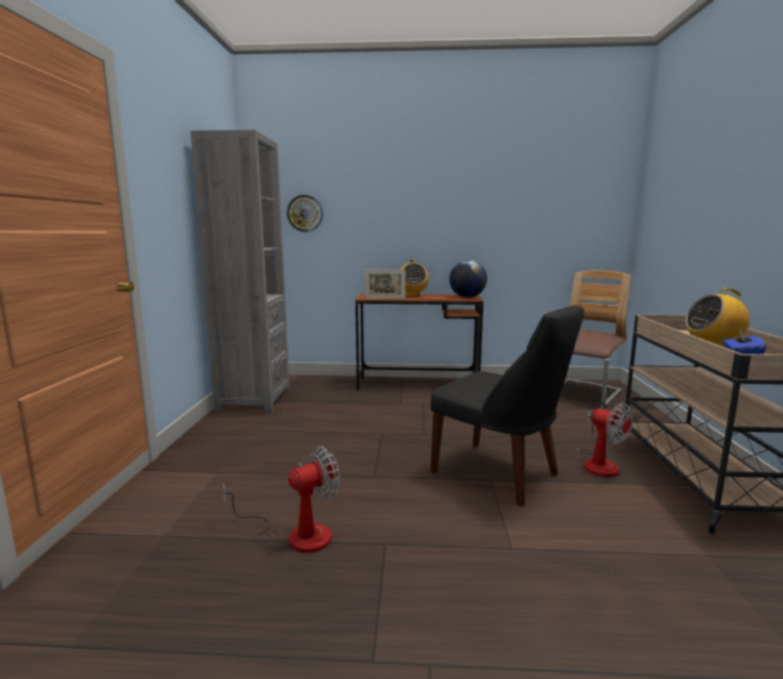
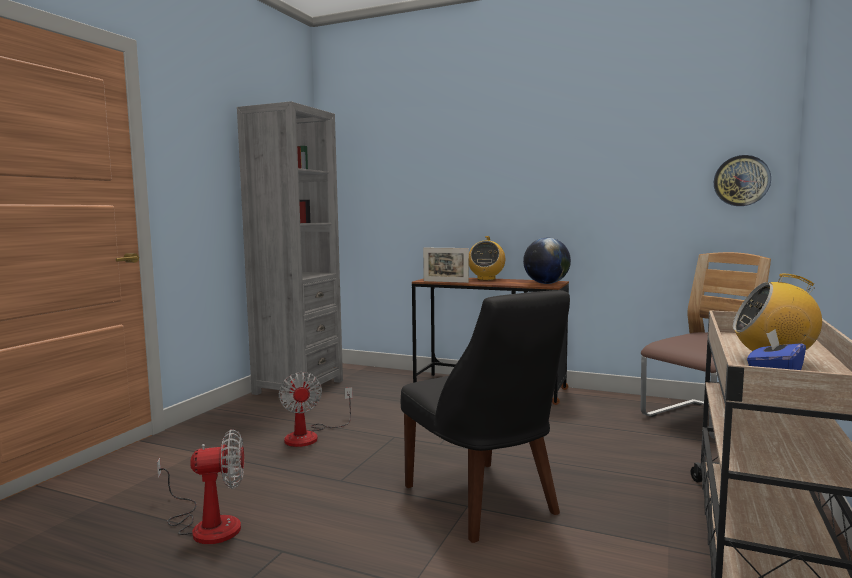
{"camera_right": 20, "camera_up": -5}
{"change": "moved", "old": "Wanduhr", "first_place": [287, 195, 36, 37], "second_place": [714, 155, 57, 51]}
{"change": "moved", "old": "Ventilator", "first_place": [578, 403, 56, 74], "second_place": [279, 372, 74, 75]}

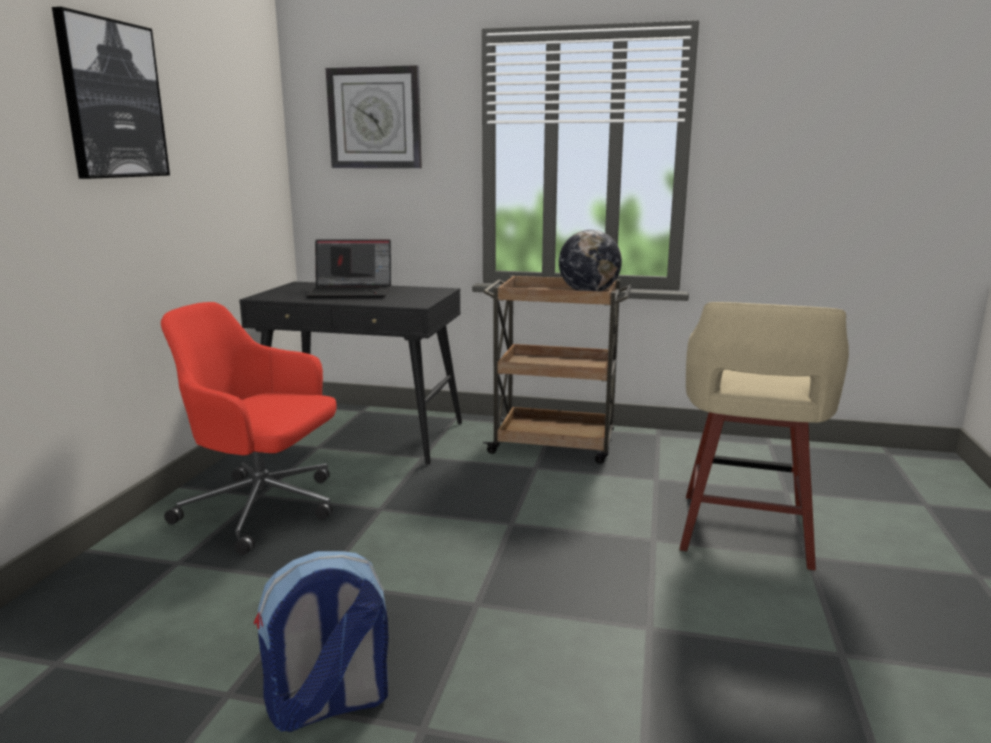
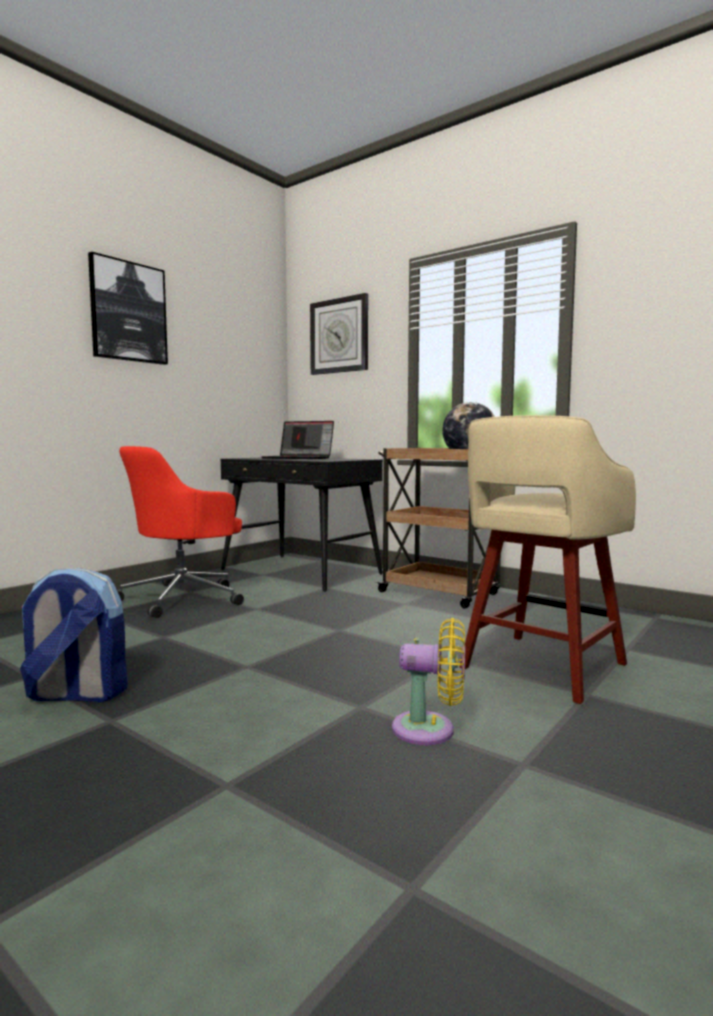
{"camera_right": 25, "camera_up": -10}
{"change": "turned", "old": "Bürostuhl (rot)", "first_place": [161, 302, 176, 253], "second_place": [117, 446, 127, 172], "degrees": -90}
{"change": "added", "new": "Ventilator (gelb)", "second_place": [392, 618, 73, 127]}

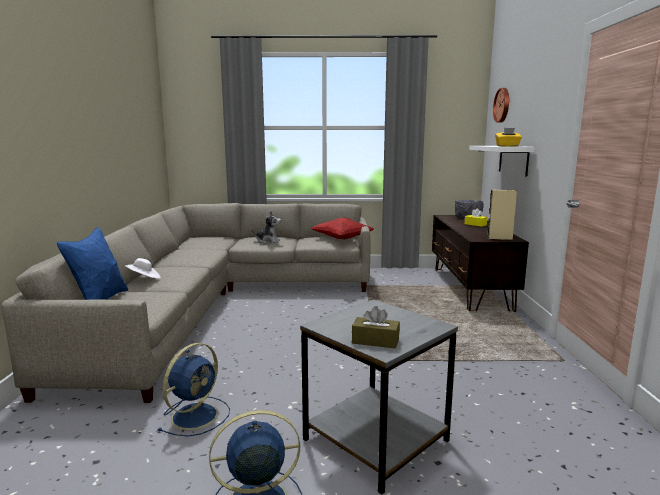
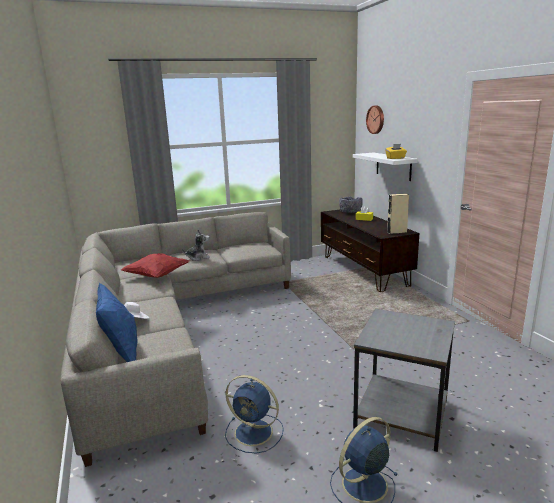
{"camera_right": -20, "camera_up": 5}
{"change": "moved", "old": "Kissen (rot)", "first_place": [311, 218, 63, 21], "second_place": [121, 253, 68, 25]}
{"change": "removed", "old": "Taschentuchbox (braun)", "first_place": [352, 306, 48, 43]}
{"change": "turned", "old": "Ventilator (blau)", "first_place": [157, 343, 73, 93], "second_place": [225, 375, 59, 79], "degrees": 105}

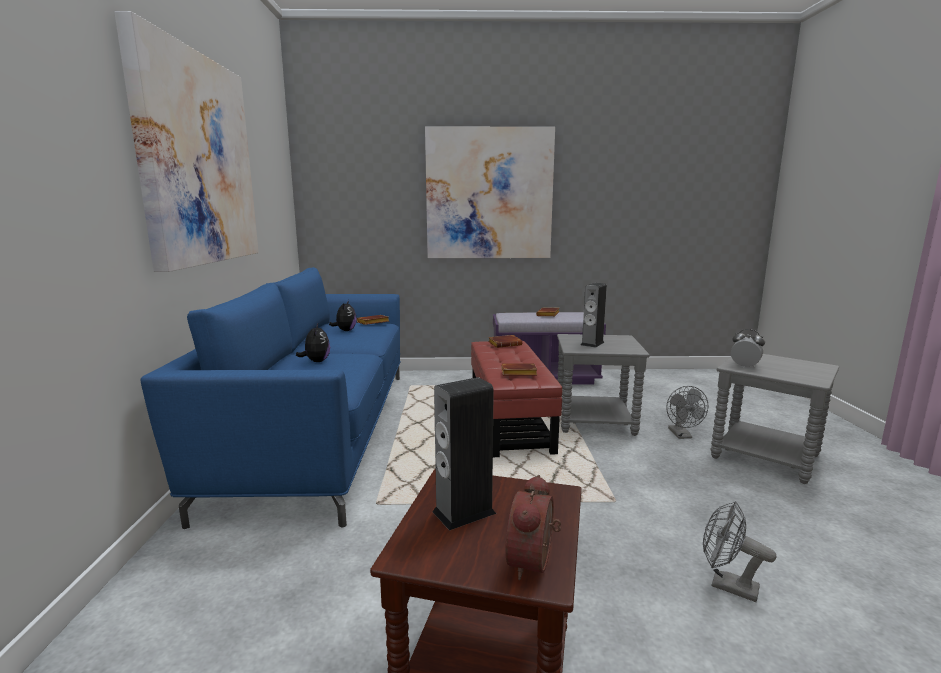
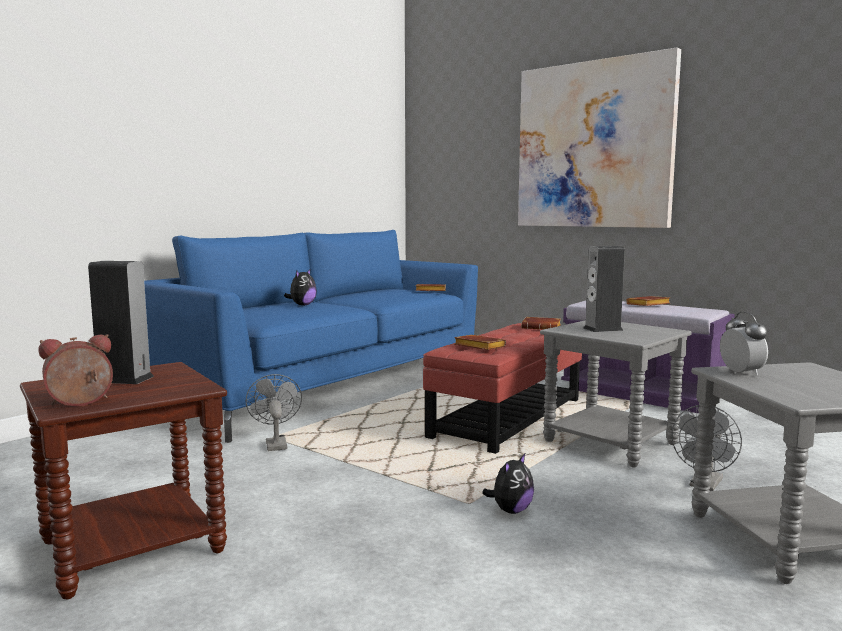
{"camera_right": 40, "camera_up": -5}
{"change": "removed", "old": "Bild", "first_place": [114, 11, 145, 261]}
{"change": "moved", "old": "Plüschtier", "first_place": [329, 300, 28, 31], "second_place": [482, 454, 52, 60]}
{"change": "moved", "old": "Ventilator (grau)", "first_place": [703, 501, 74, 101], "second_place": [246, 374, 56, 77]}

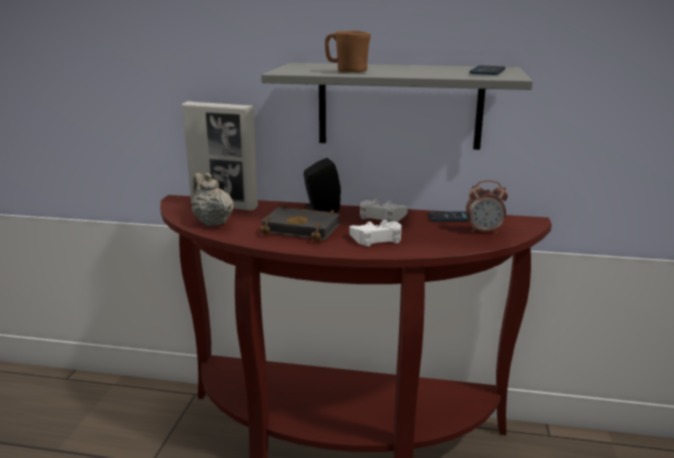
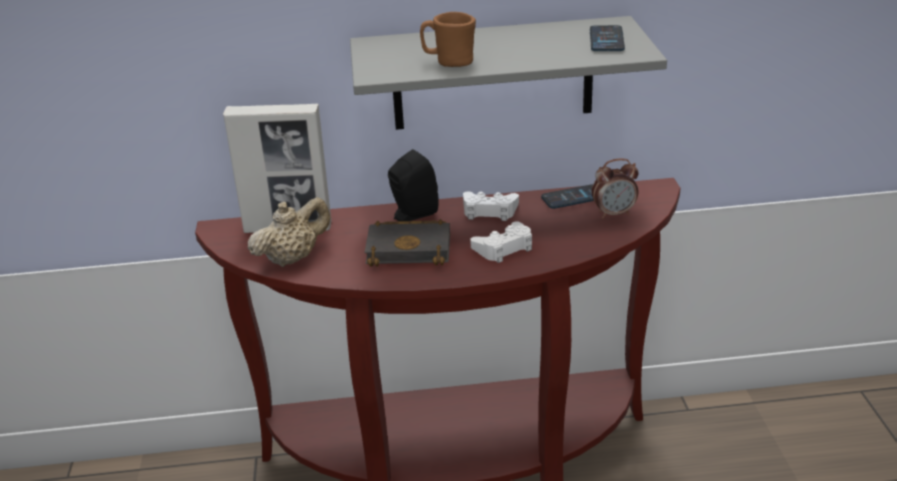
{"camera_right": -15, "camera_up": 10}
{"change": "turned", "old": "Teekanne (beige)", "first_place": [192, 173, 42, 53], "second_place": [248, 197, 82, 70], "degrees": 105}

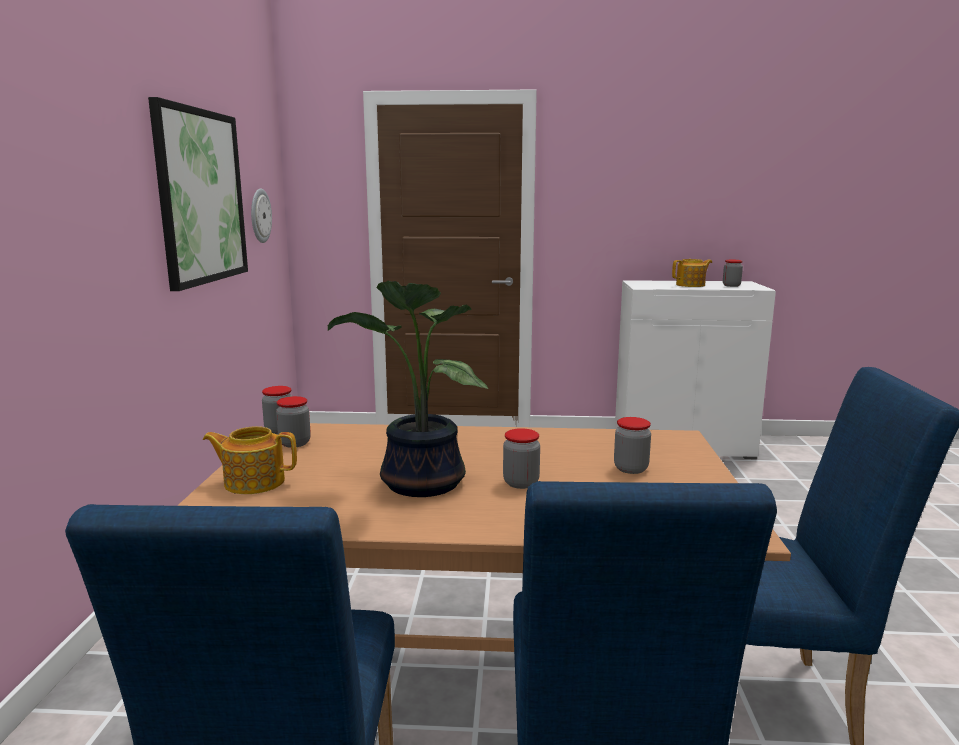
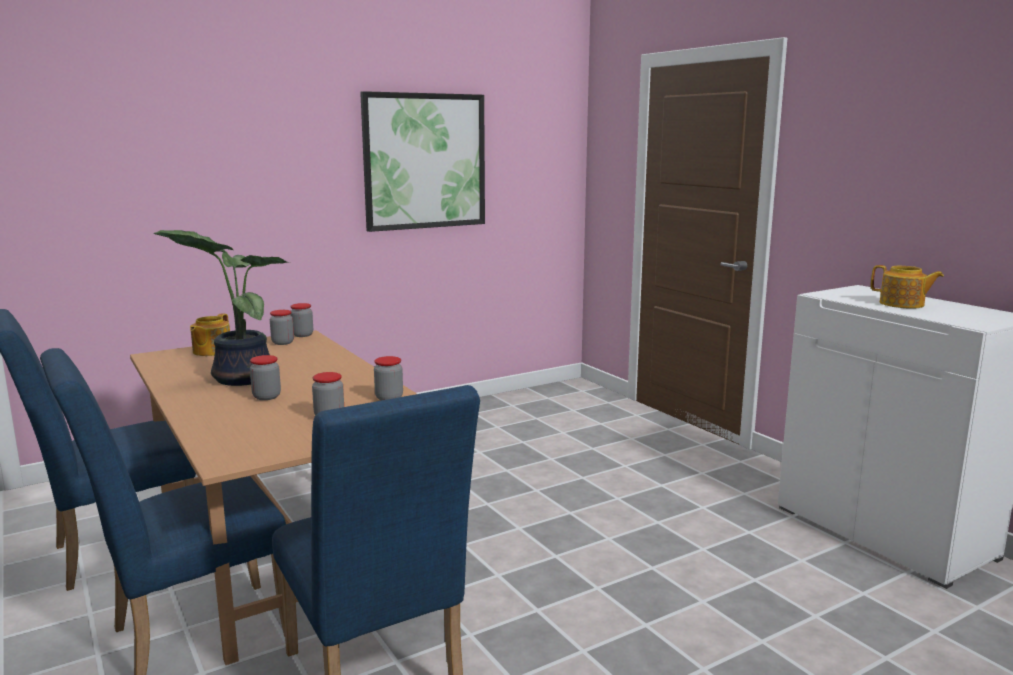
{"camera_right": 55, "camera_up": 0}
{"change": "removed", "old": "Wanduhr", "first_place": [251, 188, 21, 55]}
{"change": "moved", "old": "Vorratsglas", "first_place": [723, 260, 20, 27], "second_place": [374, 356, 29, 45]}
{"change": "turned", "old": "Teekanne", "first_place": [203, 426, 94, 68], "second_place": [190, 313, 40, 43], "degrees": -135}

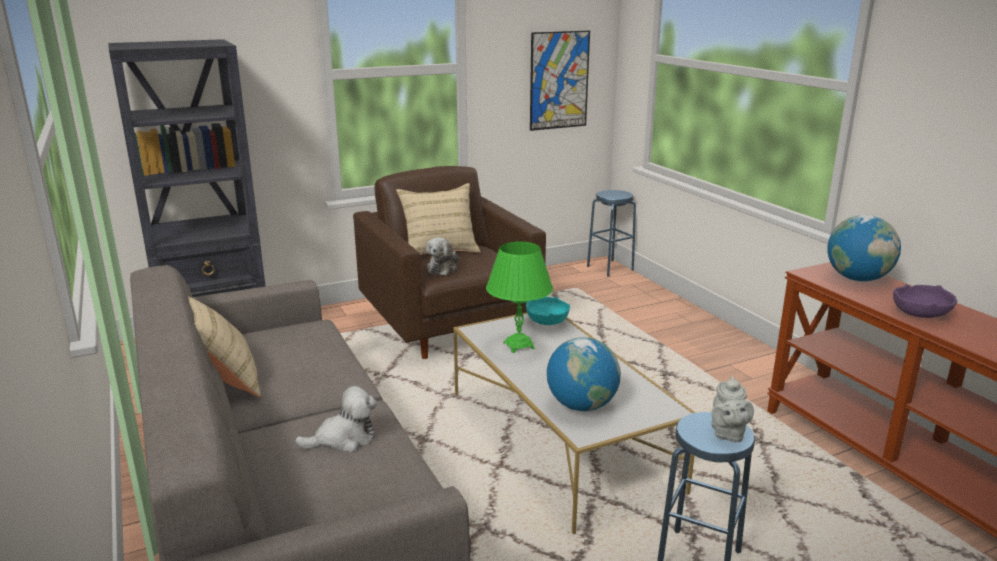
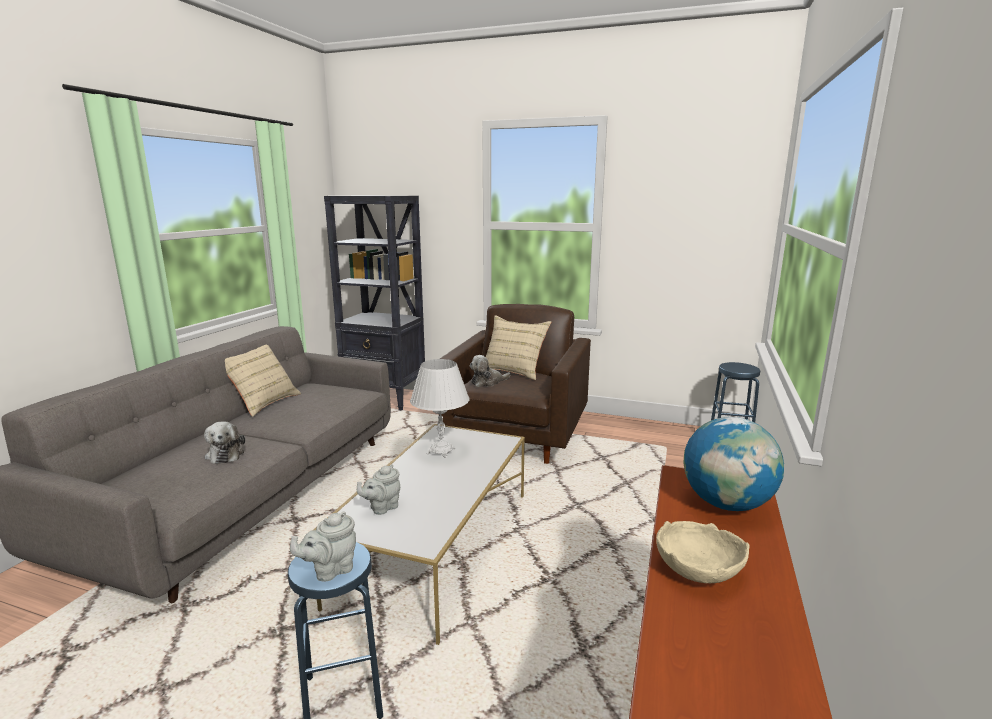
{"camera_right": 45, "camera_up": -5}
{"change": "removed", "old": "Bild", "first_place": [530, 31, 60, 100]}
{"change": "recoloured", "old": "Tischlampe (grün)", "new": "Tischlampe (weiß)", "first_place": [486, 241, 67, 112], "second_place": [410, 359, 59, 99]}
{"change": "recoloured", "old": "Schüssel (lila)", "new": "Schüssel (beige)", "first_place": [893, 284, 64, 34], "second_place": [656, 521, 94, 62]}
{"change": "removed", "old": "Schüssel (türkis)", "first_place": [526, 297, 44, 28]}
{"change": "replaced", "old": "Globus", "new": "Teekanne (grau)", "first_place": [547, 337, 74, 74], "second_place": [357, 464, 43, 51]}
{"change": "turned", "old": "Plüschtier", "first_place": [295, 385, 82, 67], "second_place": [204, 422, 41, 42], "degrees": 45}

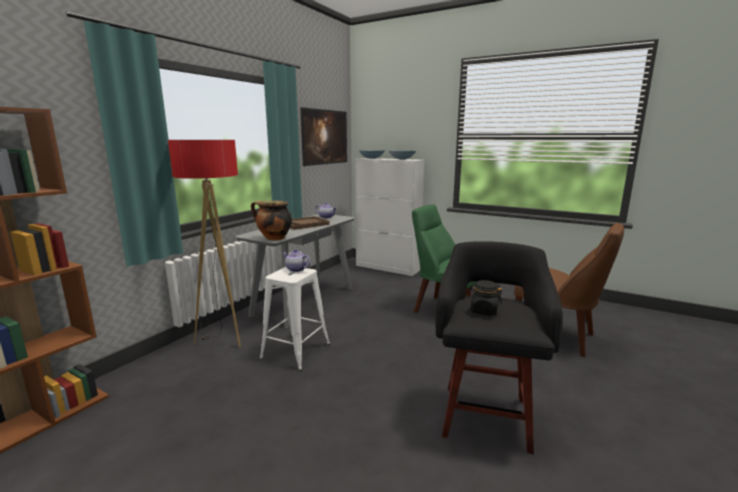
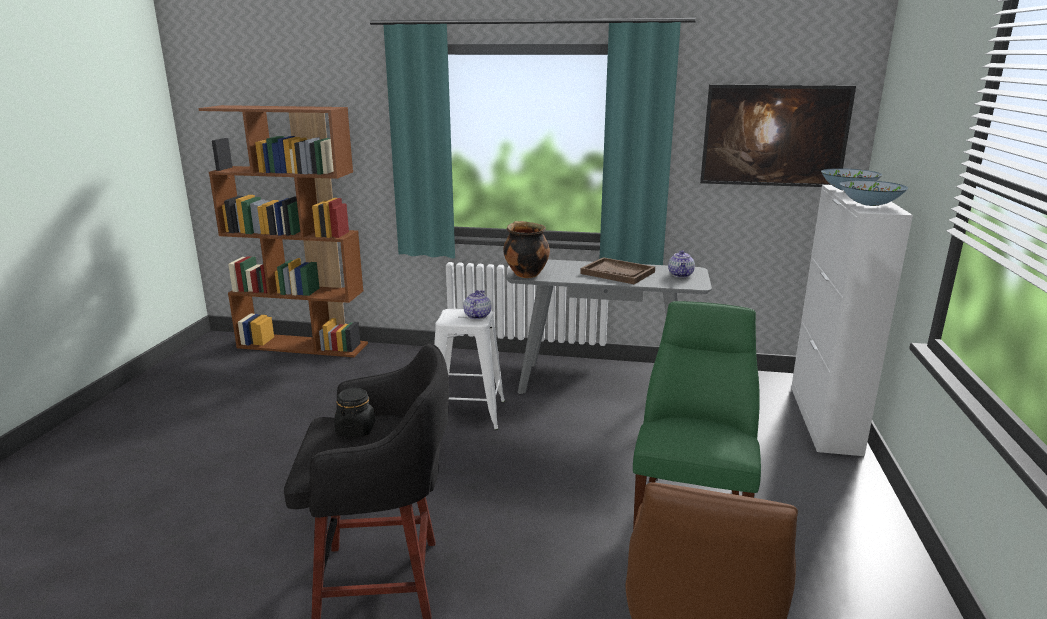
{"camera_right": 70, "camera_up": 5}
{"change": "removed", "old": "Stehlampe", "first_place": [168, 140, 73, 207]}

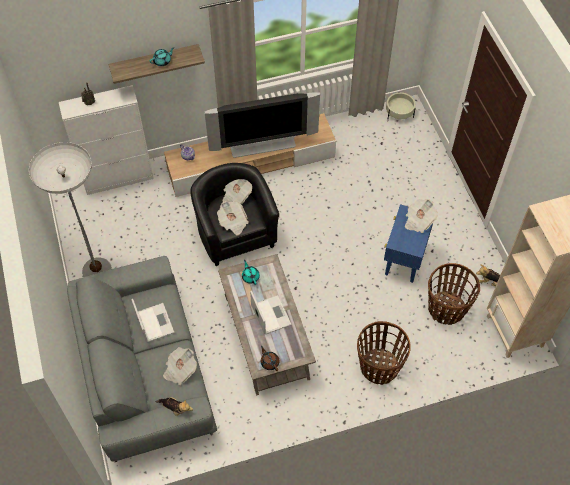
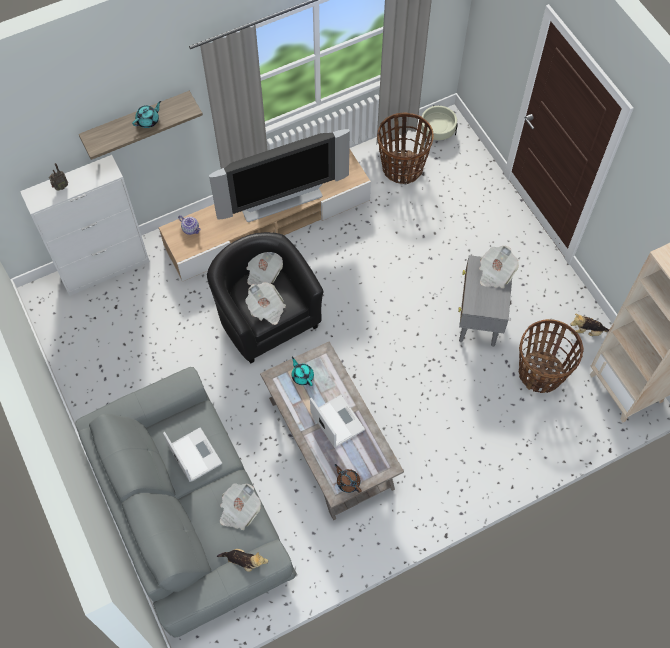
{"camera_right": -10, "camera_up": 5}
{"change": "removed", "old": "Stehlampe", "first_place": [29, 142, 83, 135]}
{"change": "recoloured", "old": "Beistelltisch (blau)", "new": "Beistelltisch (grau)", "first_place": [384, 204, 49, 79], "second_place": [458, 255, 54, 92]}
{"change": "moved", "old": "Korb", "first_place": [357, 321, 54, 64], "second_place": [377, 113, 57, 71]}

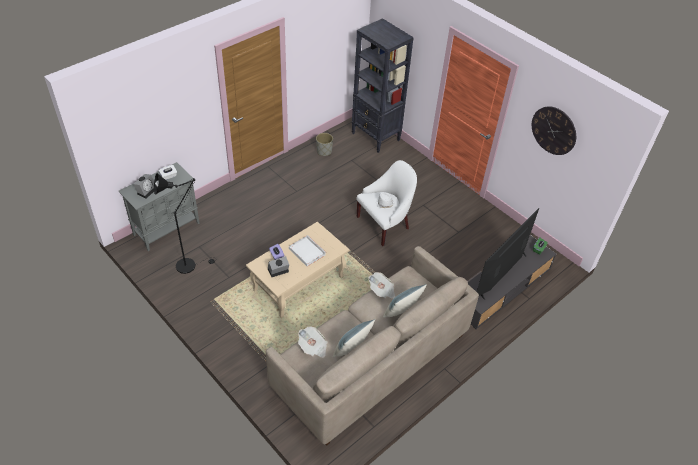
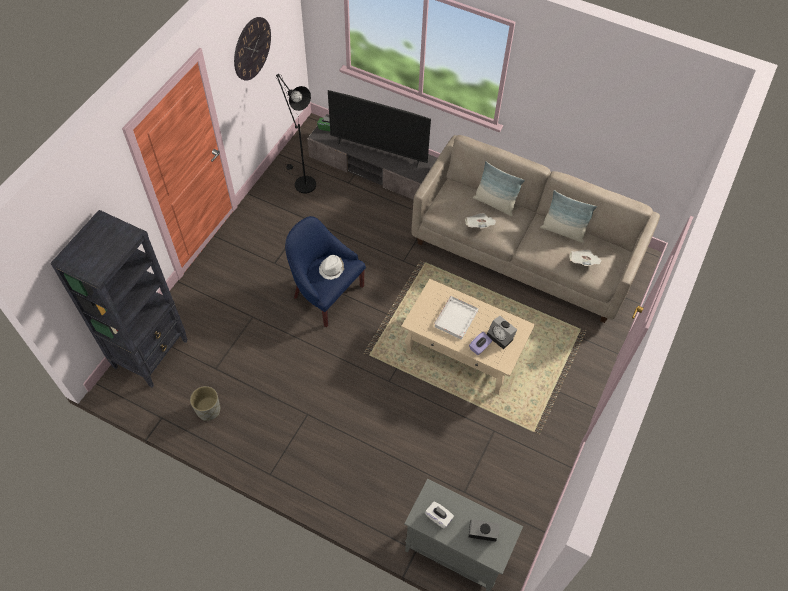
{"camera_right": -110, "camera_up": 10}
{"change": "recoloured", "old": "Sessel (weiß)", "new": "Sessel (blau)", "first_place": [356, 160, 61, 86], "second_place": [285, 216, 81, 112]}
{"change": "moved", "old": "Stehlampe (schwarz)", "first_place": [154, 173, 61, 101], "second_place": [276, 74, 40, 119]}

